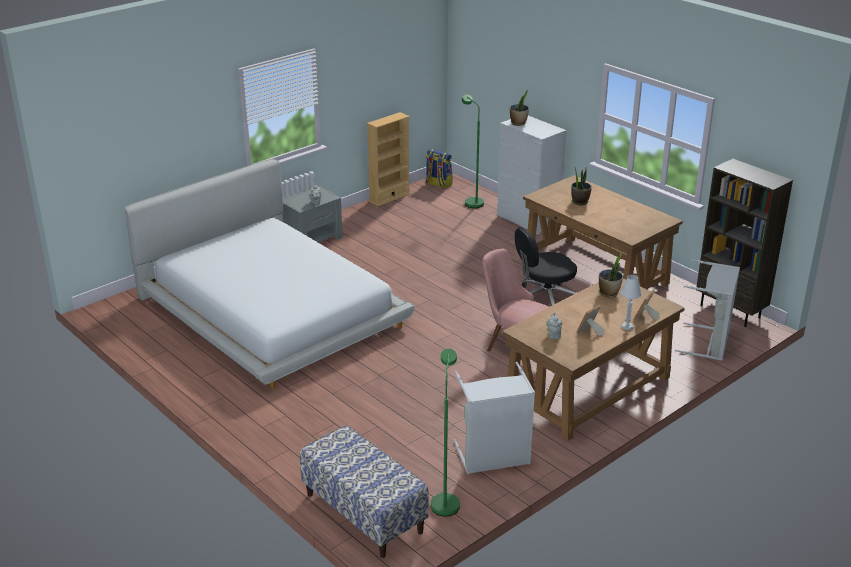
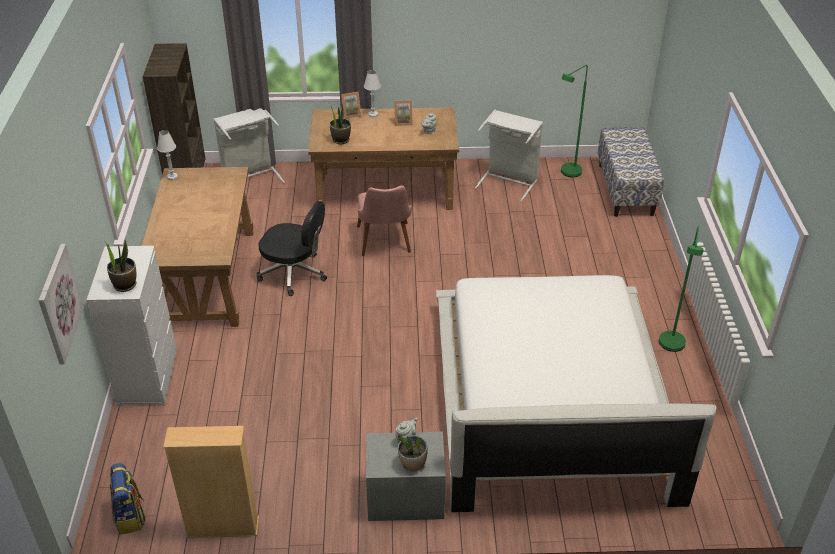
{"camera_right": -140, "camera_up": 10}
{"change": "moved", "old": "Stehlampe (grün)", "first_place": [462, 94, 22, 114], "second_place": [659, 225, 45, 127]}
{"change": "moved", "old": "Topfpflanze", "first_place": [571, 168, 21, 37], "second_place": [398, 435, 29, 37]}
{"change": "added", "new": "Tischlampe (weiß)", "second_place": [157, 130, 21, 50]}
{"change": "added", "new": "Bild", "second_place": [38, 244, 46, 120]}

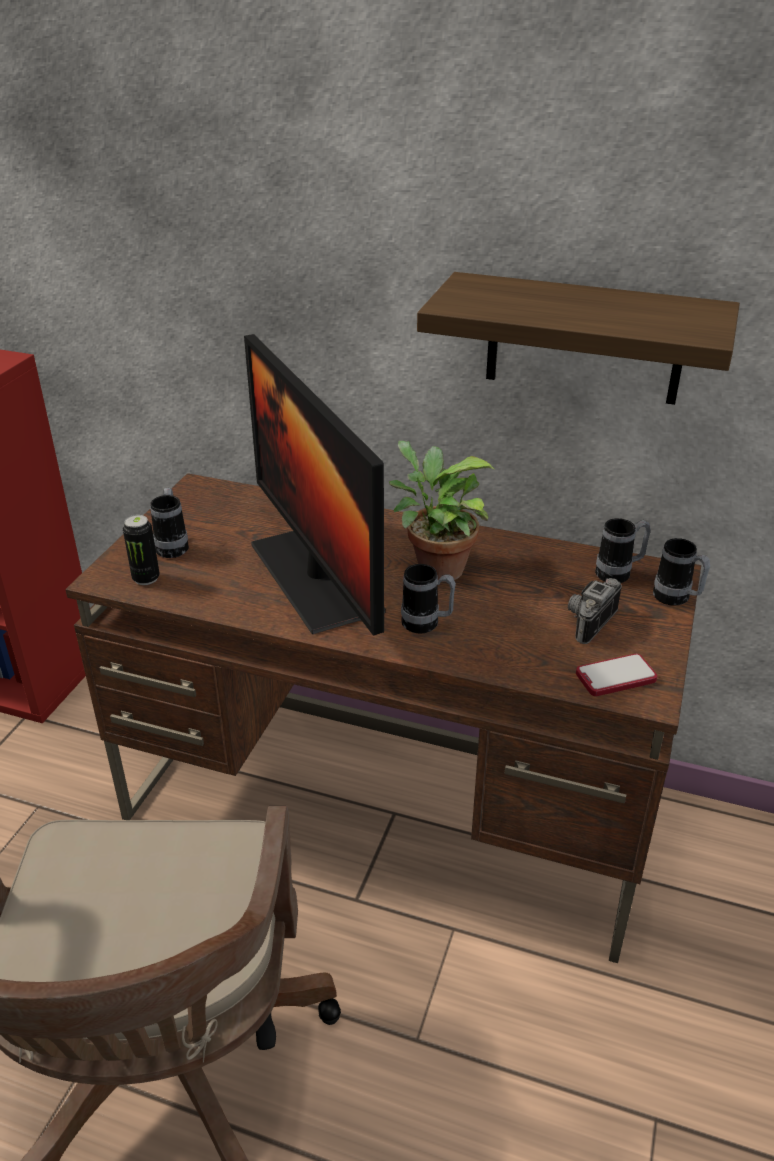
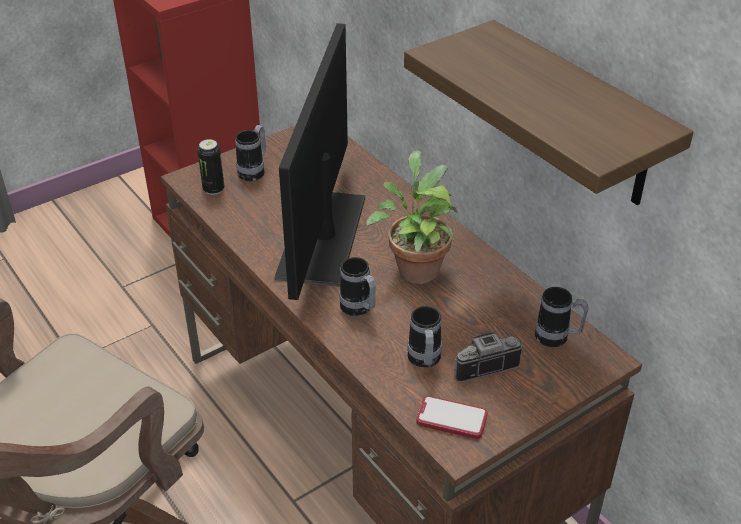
{"camera_right": 35, "camera_up": 5}
{"change": "moved", "old": "Henkelbecher", "first_place": [653, 538, 57, 68], "second_place": [407, 306, 35, 62]}

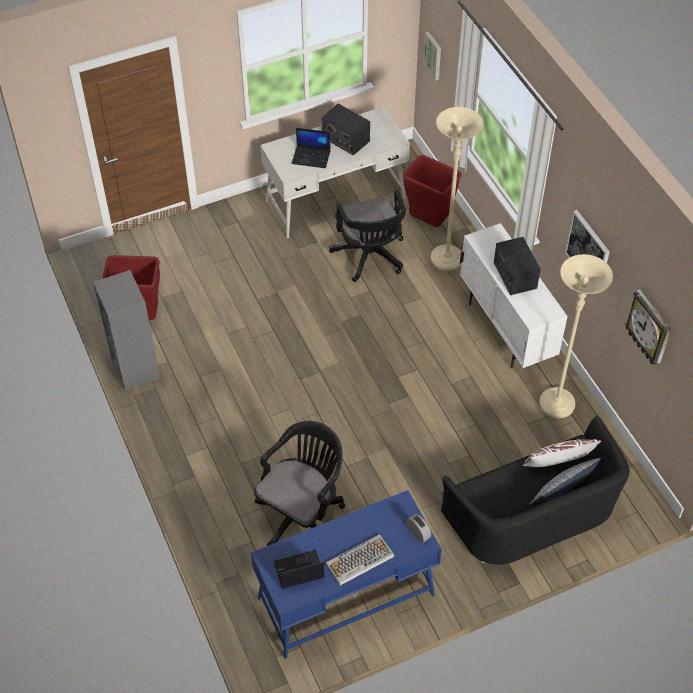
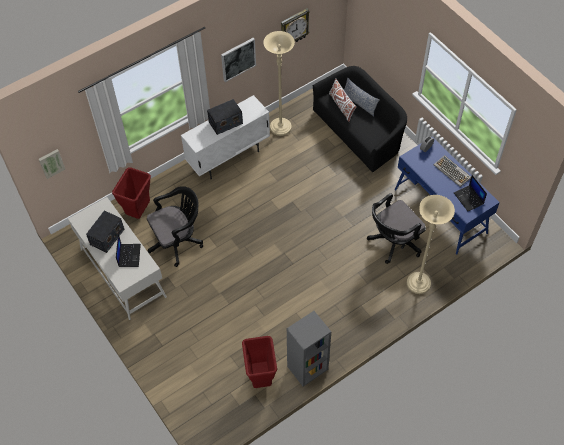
{"camera_right": -100, "camera_up": 5}
{"change": "moved", "old": "Stehlampe (beige)", "first_place": [431, 107, 52, 164], "second_place": [407, 195, 48, 99]}
{"change": "turned", "old": "Bürostuhl (schwarz)", "first_place": [254, 421, 91, 125], "second_place": [367, 193, 59, 71], "degrees": -60}

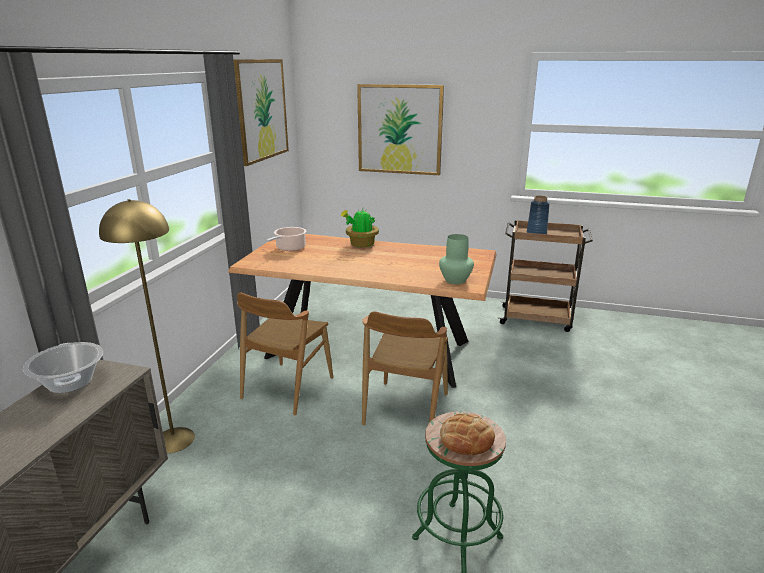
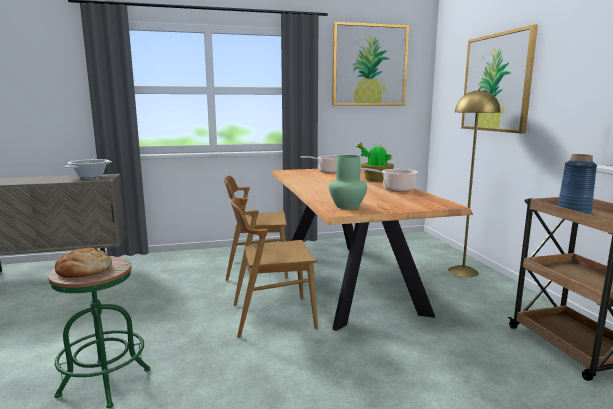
{"camera_right": 60, "camera_up": -10}
{"change": "moved", "old": "Stehlampe (gelb)", "first_place": [99, 199, 96, 254], "second_place": [448, 89, 52, 188]}
{"change": "added", "new": "Kochtopf", "second_place": [361, 168, 57, 24]}

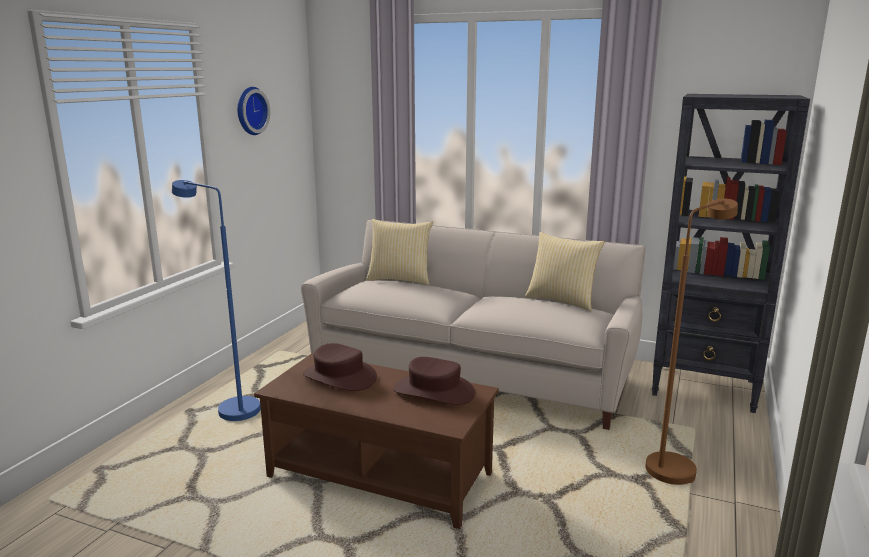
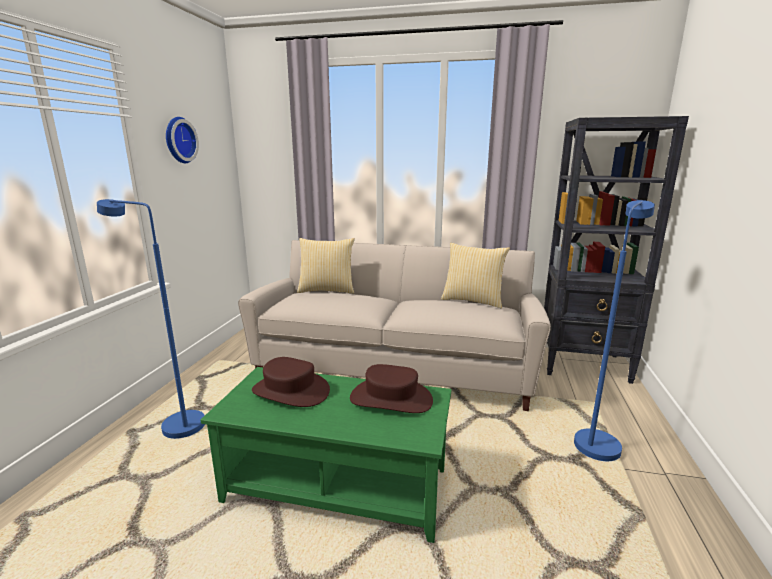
{"camera_right": -10, "camera_up": 0}
{"change": "recoloured", "old": "Stehlampe (braun)", "new": "Stehlampe (blau)", "first_place": [645, 199, 93, 286], "second_place": [574, 200, 81, 261]}
{"change": "recoloured", "old": "Couchtisch (braun)", "new": "Couchtisch (grün)", "first_place": [254, 353, 245, 176], "second_place": [200, 367, 251, 176]}

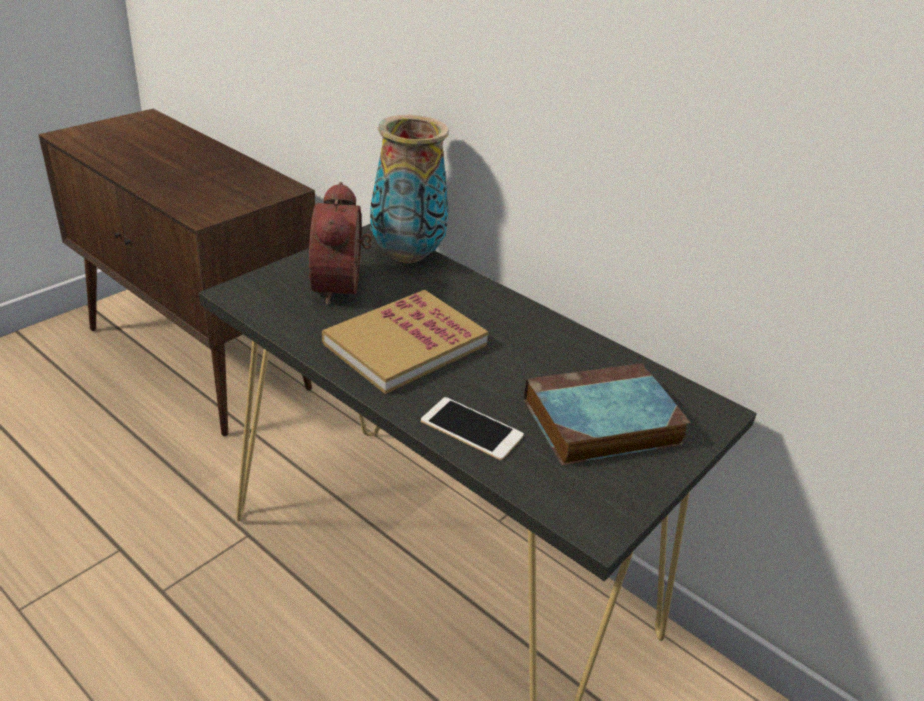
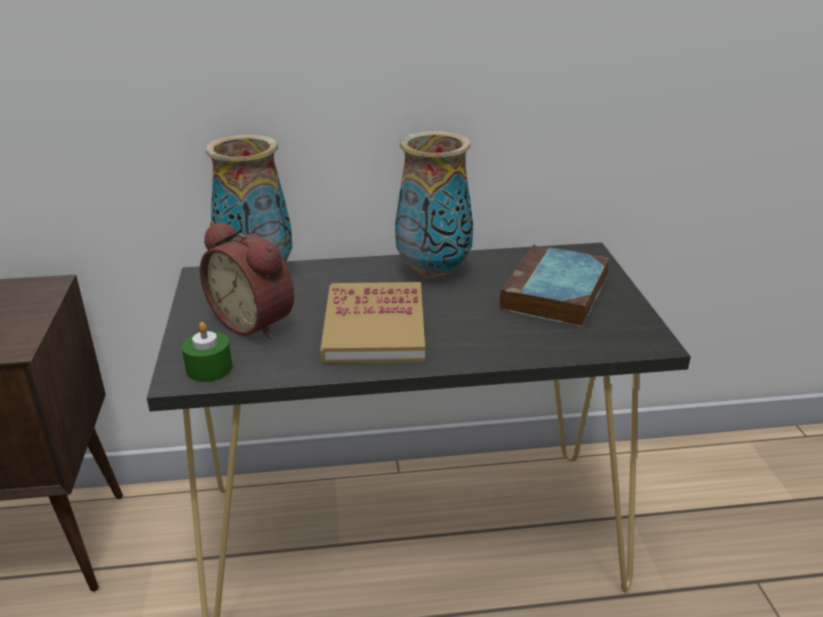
{"camera_right": -45, "camera_up": -5}
{"change": "removed", "old": "Handy", "first_place": [421, 397, 103, 63]}
{"change": "added", "new": "Vase", "second_place": [395, 131, 78, 148]}
{"change": "added", "new": "Kerze (grün)", "second_place": [182, 322, 50, 60]}

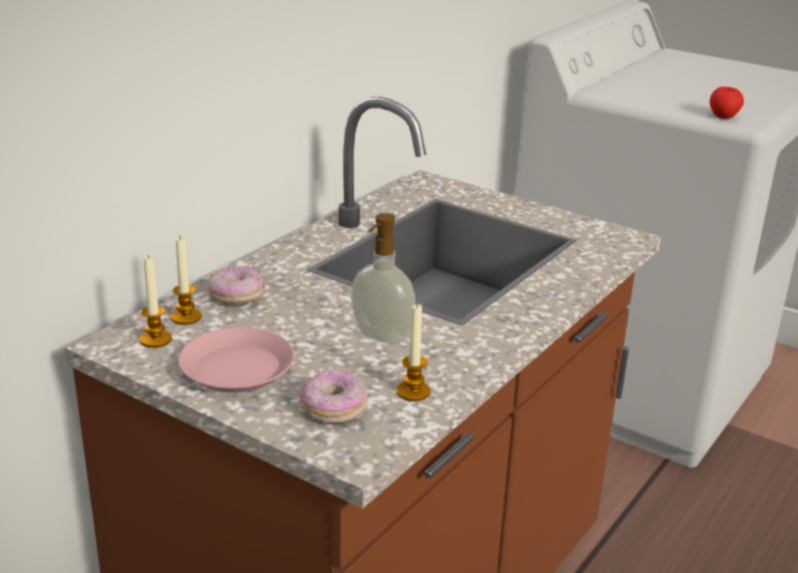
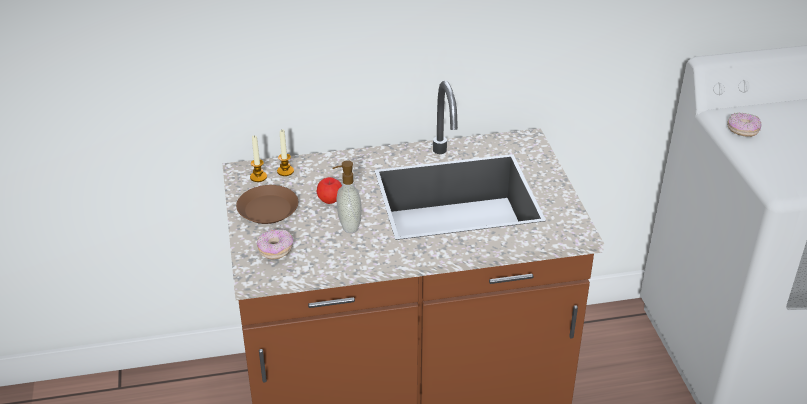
{"camera_right": 45, "camera_up": 10}
{"change": "moved", "old": "Apfel", "first_place": [710, 87, 34, 32], "second_place": [317, 177, 25, 27]}
{"change": "moved", "old": "Donut", "first_place": [208, 265, 57, 39], "second_place": [727, 112, 34, 25]}
{"change": "removed", "old": "Kerze", "first_place": [397, 304, 34, 97]}
{"change": "recoloured", "old": "Teller (rosa)", "new": "Teller (braun)", "first_place": [178, 328, 116, 65], "second_place": [236, 185, 62, 39]}

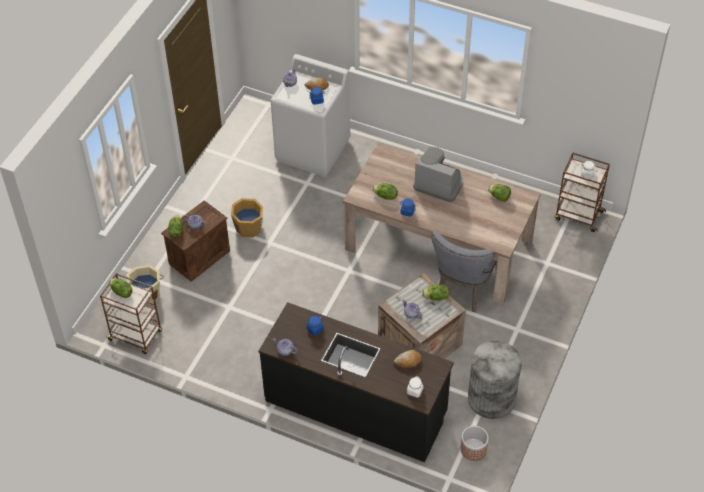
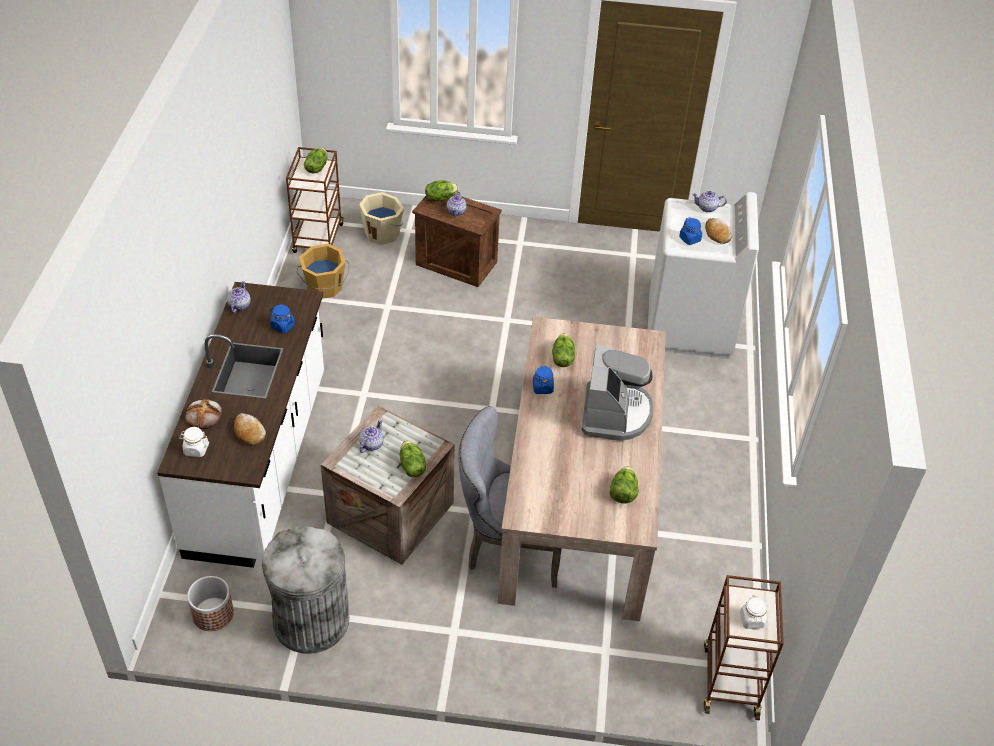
{"camera_right": 70, "camera_up": -5}
{"change": "moved", "old": "Eimer (orange)", "first_place": [231, 198, 32, 39], "second_place": [297, 243, 53, 56]}
{"change": "recoloured", "old": "Küchenzeile (schwarz)", "new": "Küchenzeile (weiß)", "first_place": [259, 302, 195, 160], "second_place": [157, 282, 167, 286]}
{"change": "added", "new": "Brot", "second_place": [185, 399, 37, 30]}

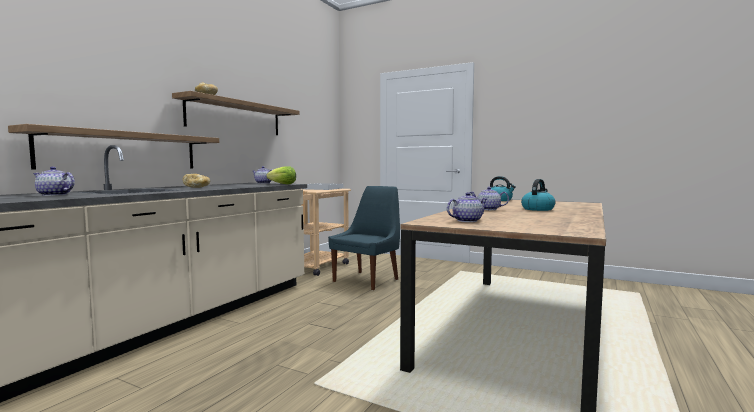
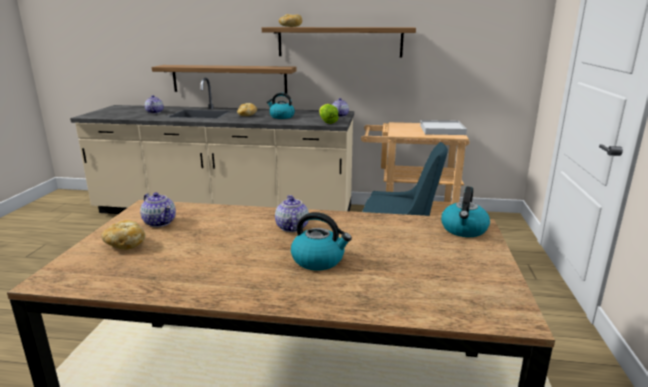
{"camera_right": 70, "camera_up": 15}
{"change": "added", "new": "Wasserkessel", "second_place": [267, 93, 28, 26]}
{"change": "added", "new": "Brot", "second_place": [101, 220, 44, 30]}

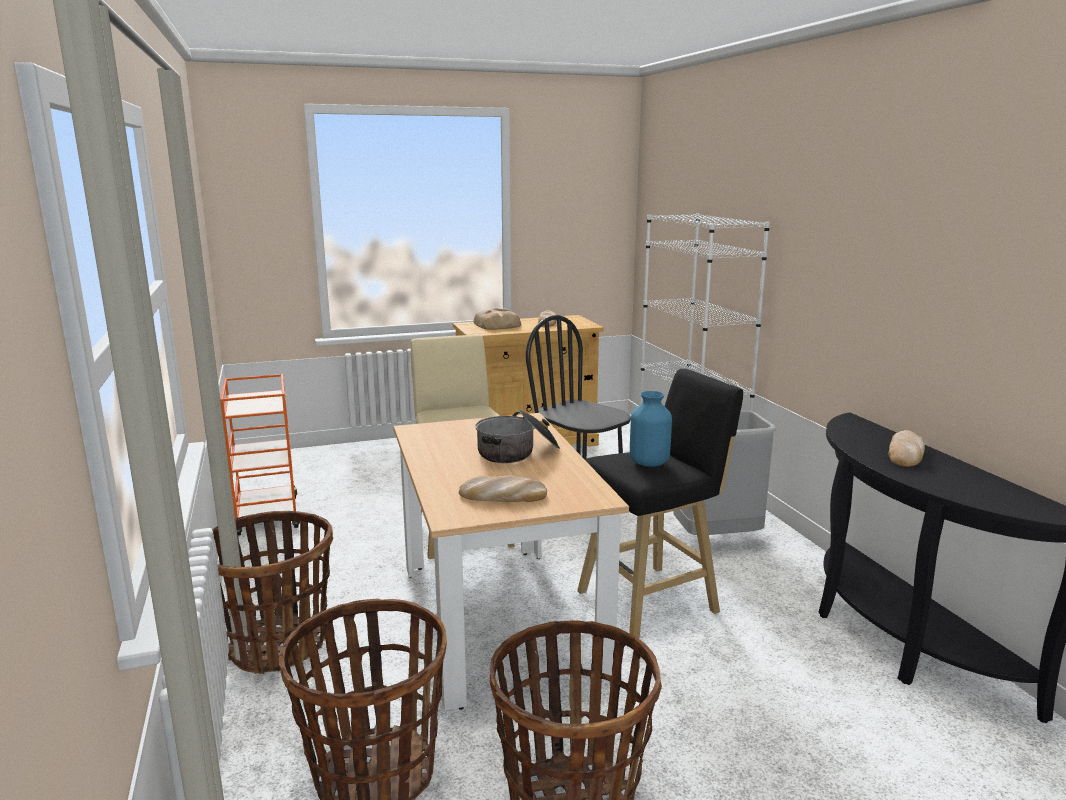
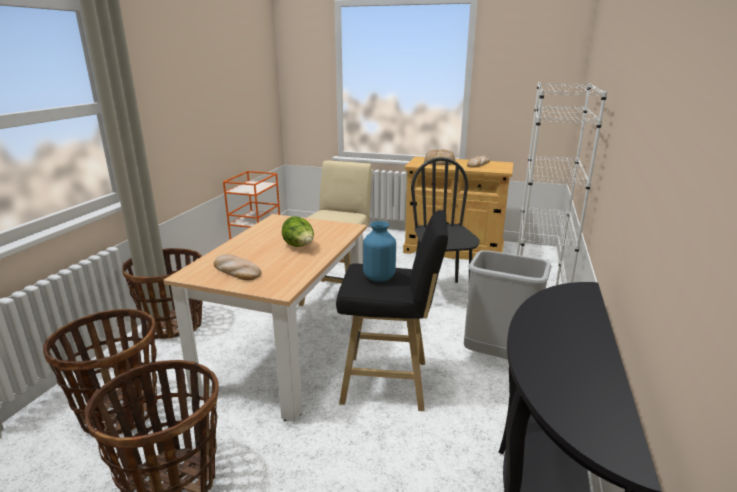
{"camera_right": 35, "camera_up": 5}
{"change": "replaced", "old": "Kochtopf", "new": "Salatkopf", "first_place": [475, 410, 85, 53], "second_place": [282, 216, 32, 31]}
{"change": "removed", "old": "Brot", "first_place": [888, 430, 37, 37]}

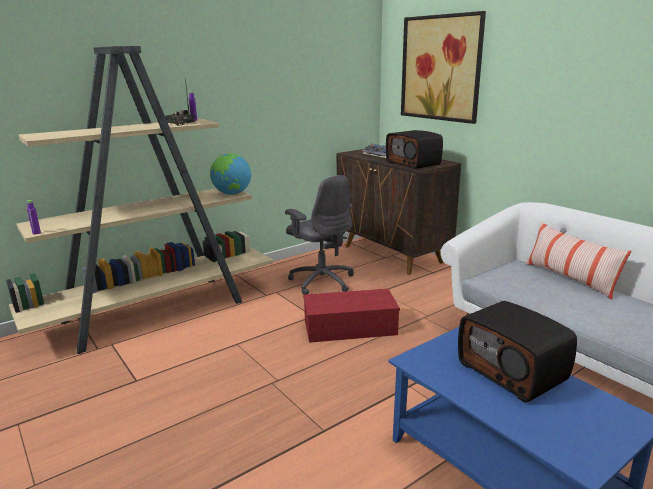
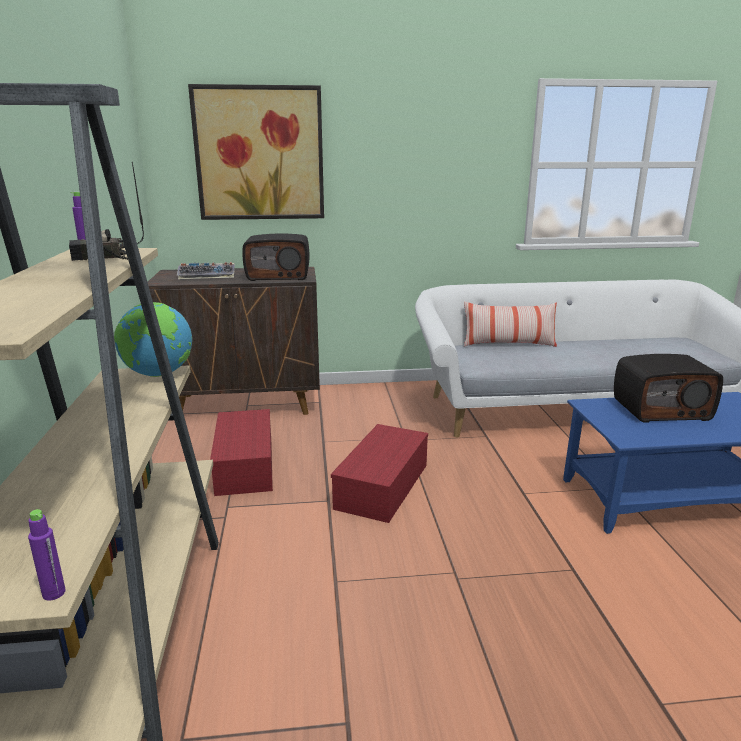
{"camera_right": -60, "camera_up": 0}
{"change": "replaced", "old": "Bürostuhl (grau)", "new": "Aufbewahrungsbox (rot)", "first_place": [285, 175, 69, 120], "second_place": [210, 409, 63, 87]}

